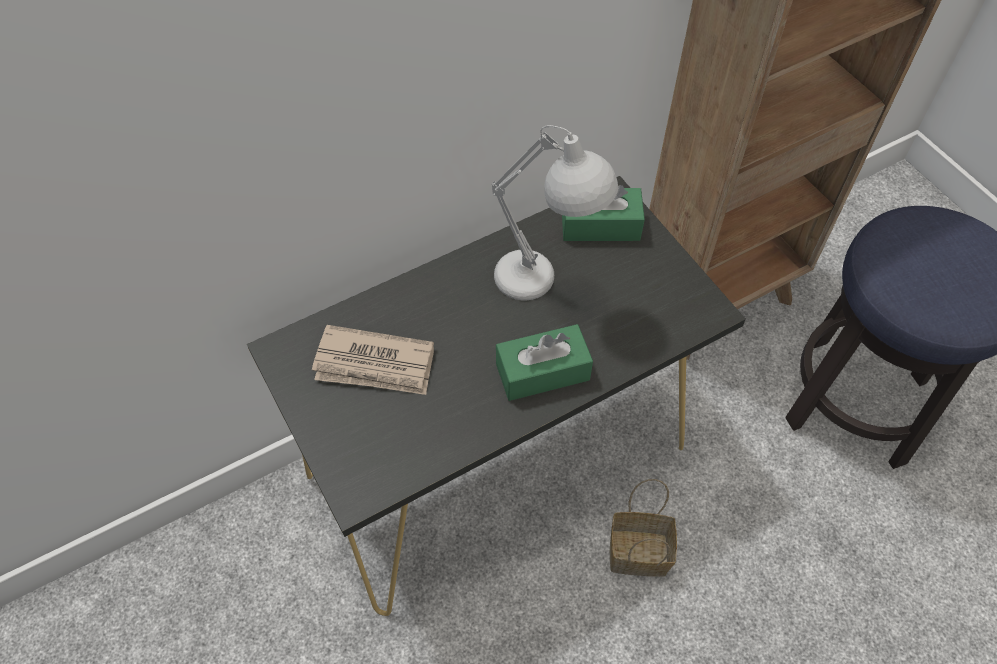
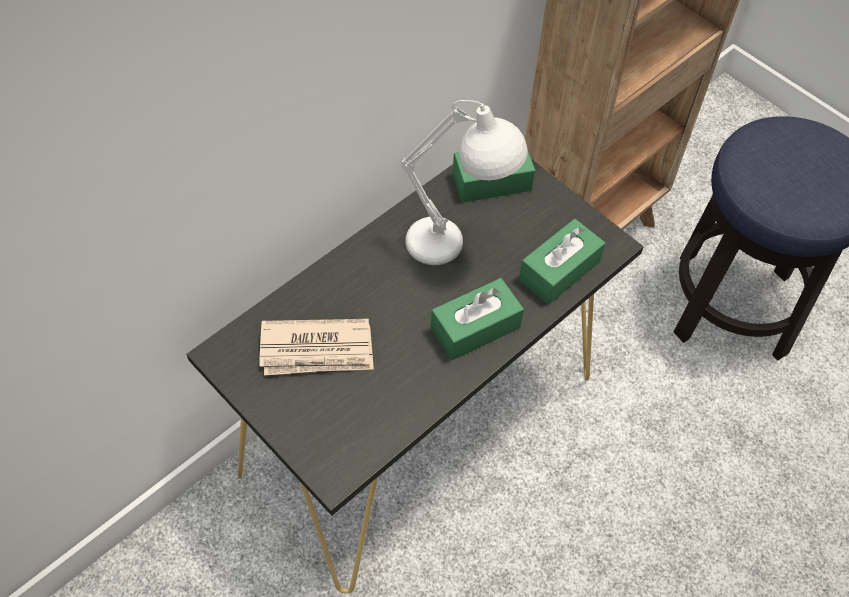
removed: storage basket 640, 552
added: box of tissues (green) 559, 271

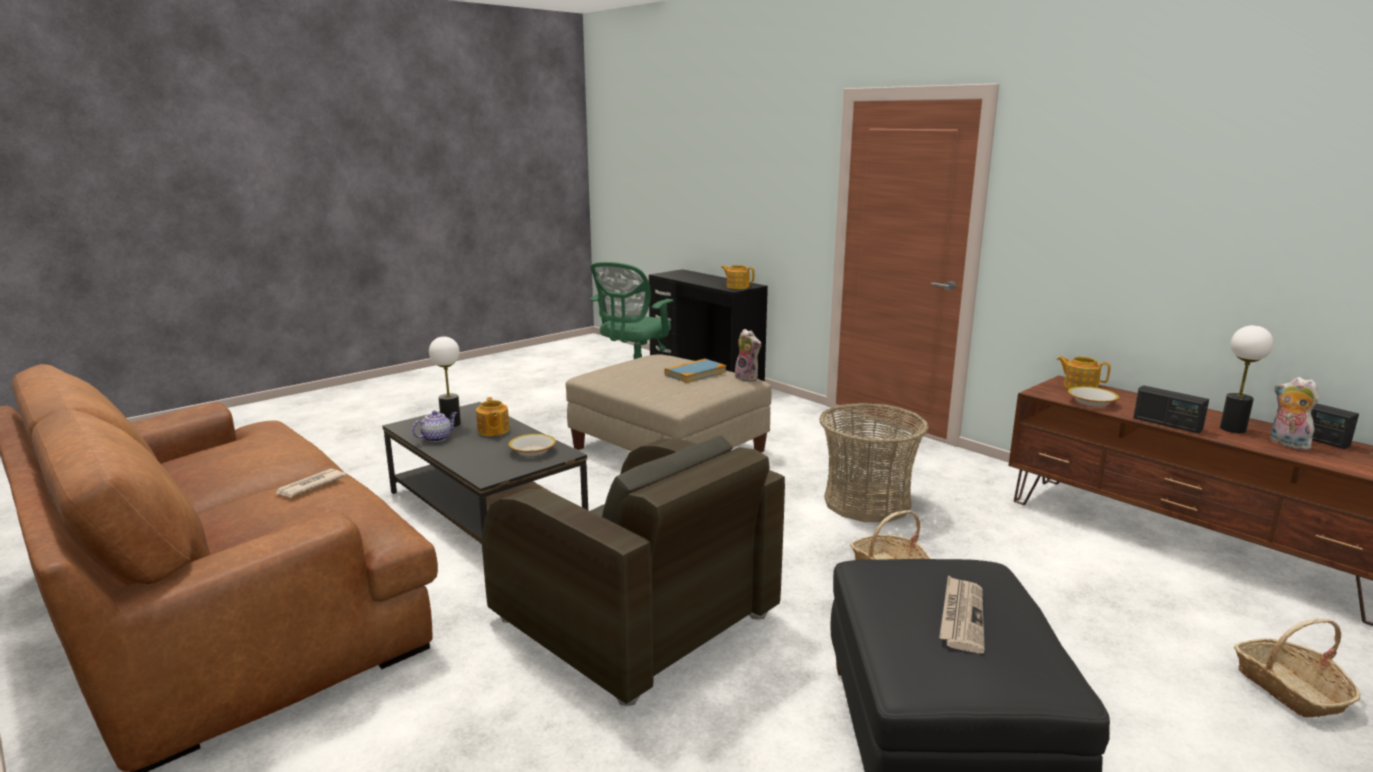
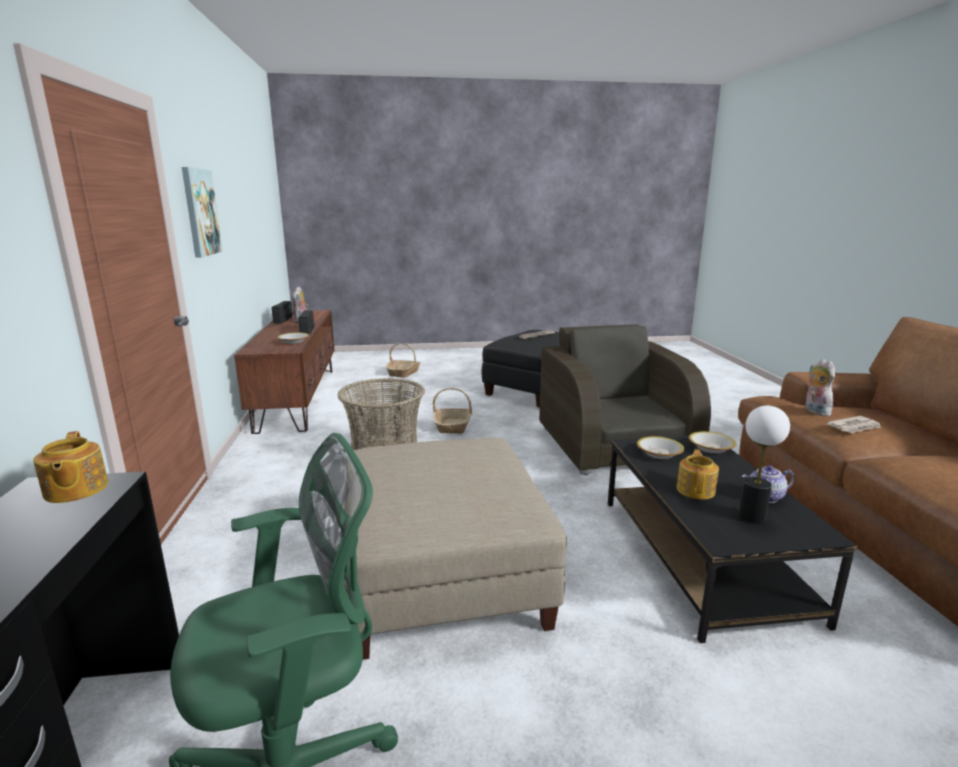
removed: tabletop lamp 1233, 429; teapot 1079, 386; book 695, 373
added: wall art 200, 212; bowl 711, 448
moved: soft toy 748, 378 to 814, 411

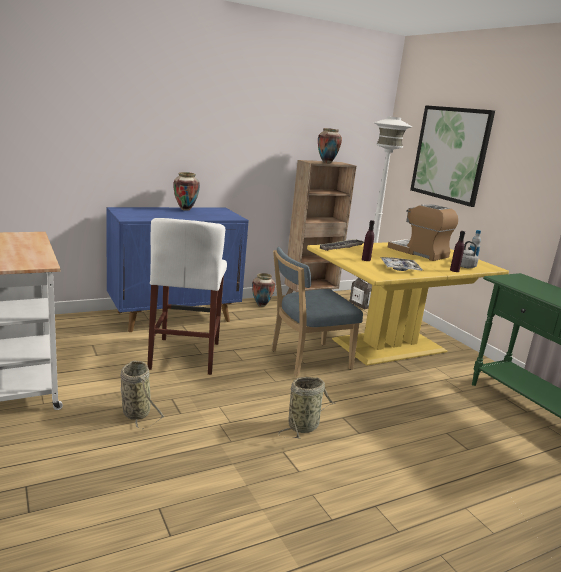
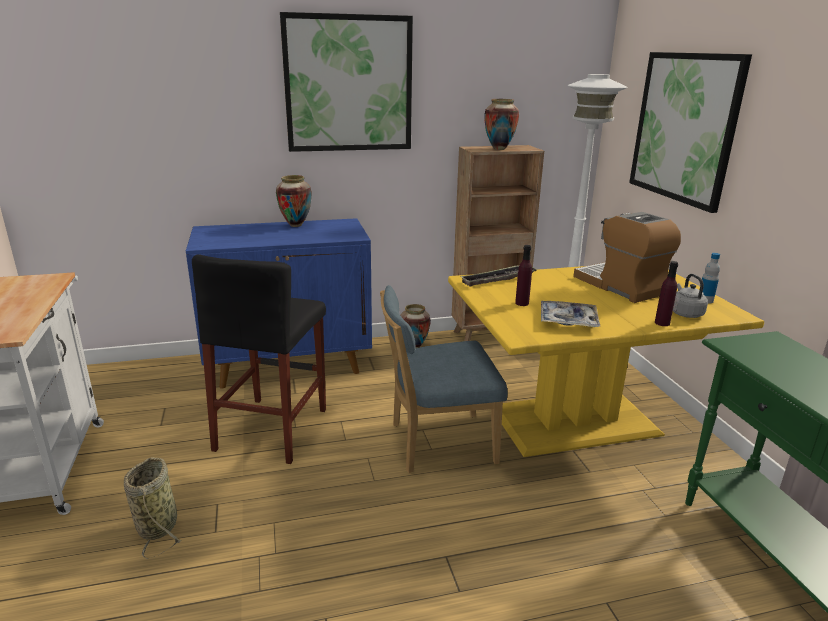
removed: storage basket 304, 426
added: wall art 348, 84
recoloured: stool (whitish) 185, 355 to stool (black) 272, 429

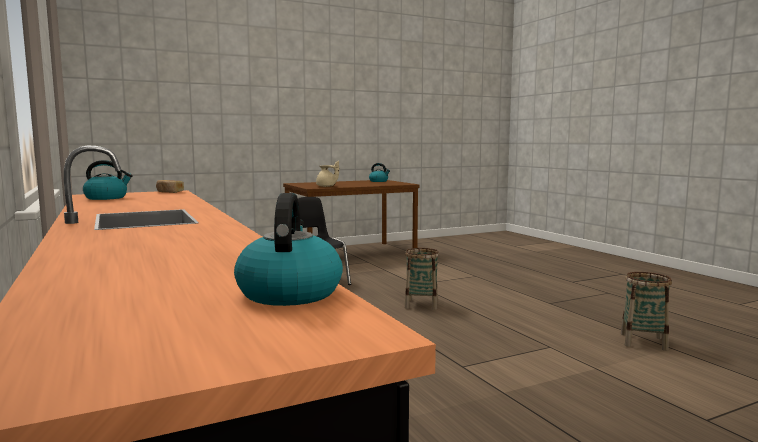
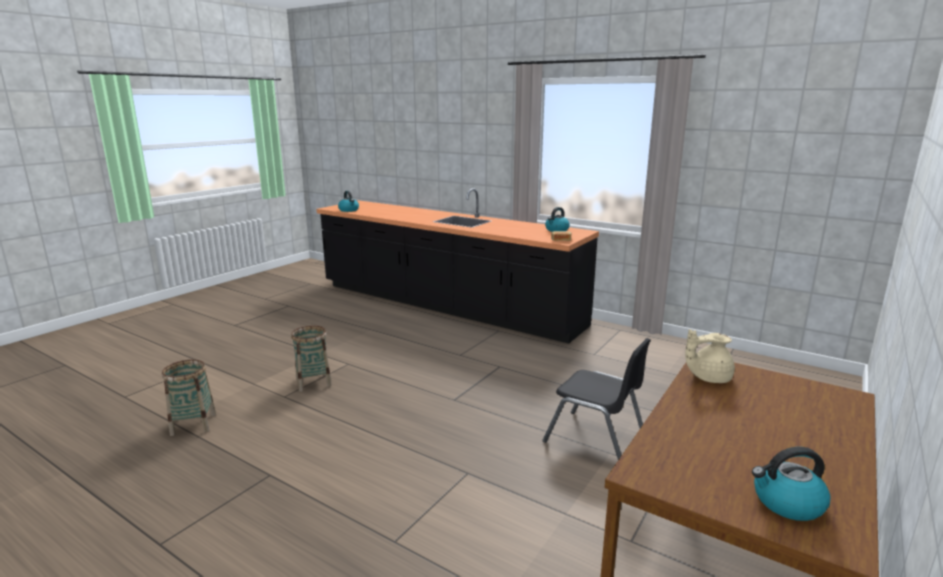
moved: storage basket 421, 304 to 313, 382

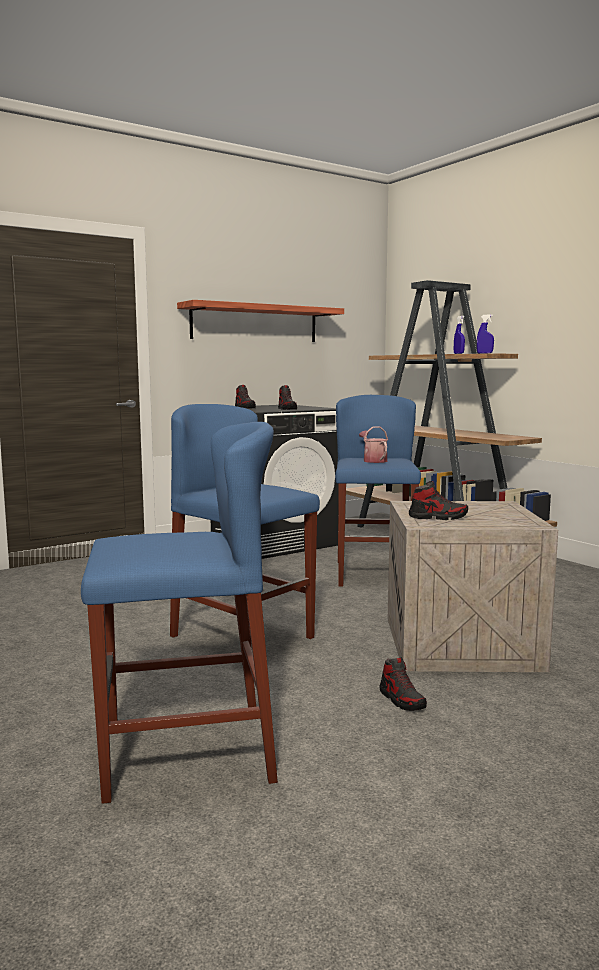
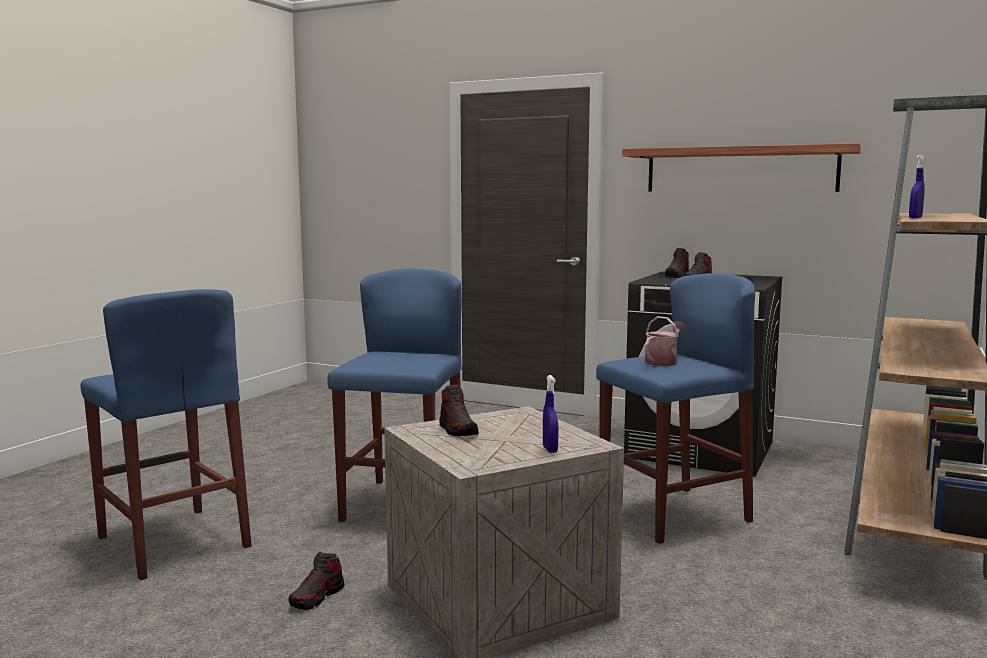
moved: spray bottle (blue-coloured) 484, 353 to 550, 449

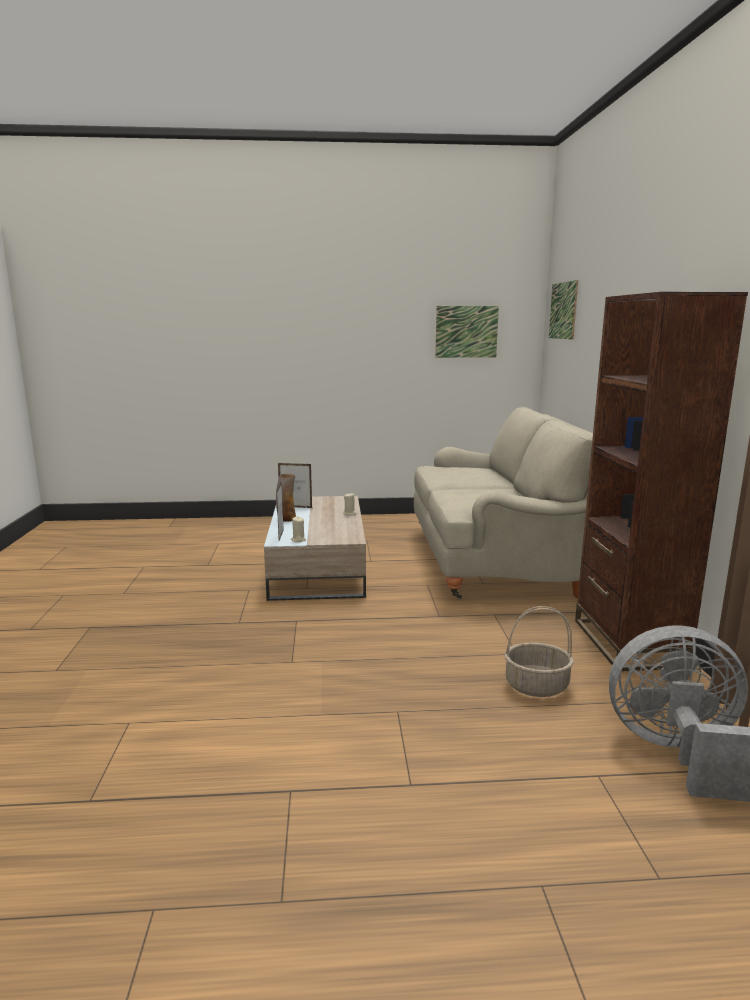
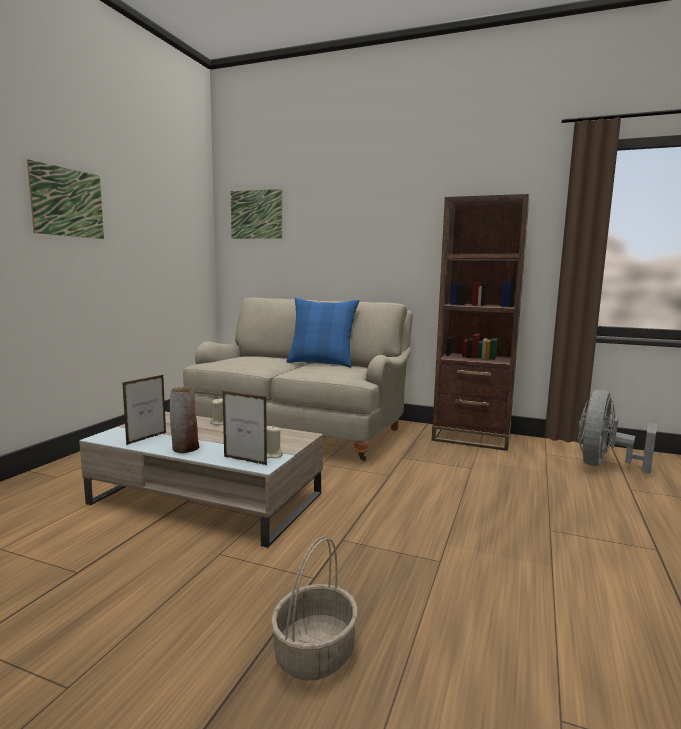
added: pillow (blue-coloured) 321, 363
moved: wall art 466, 332 to 68, 202; storage basket 537, 685 to 314, 653

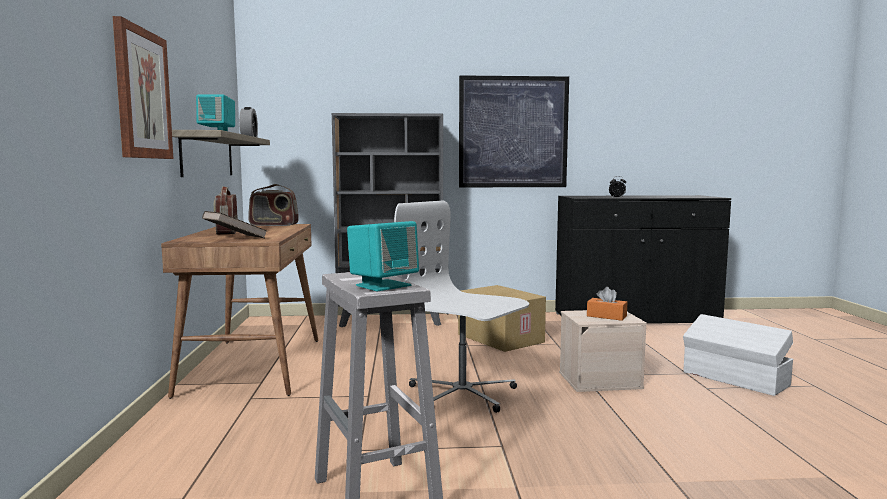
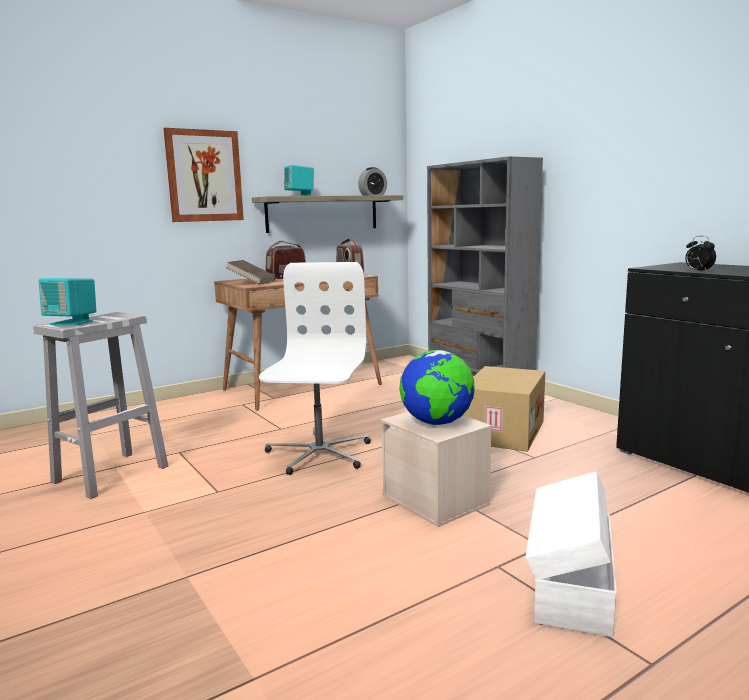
removed: wall art 513, 132
replaced: box of tissues (orange) 606, 316 to globe 437, 423

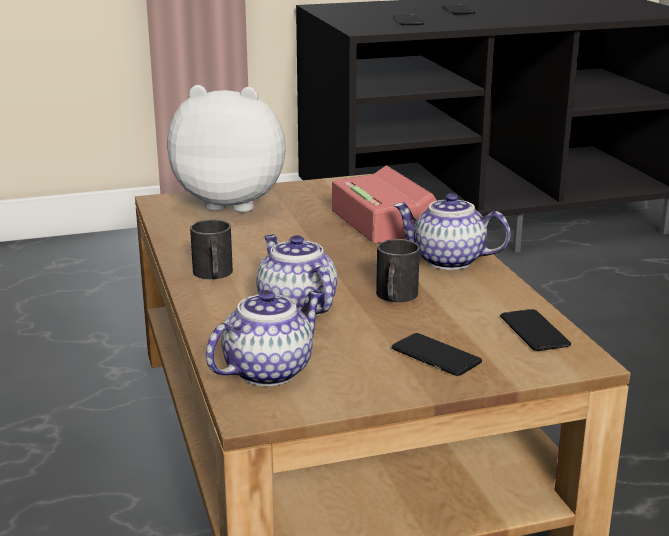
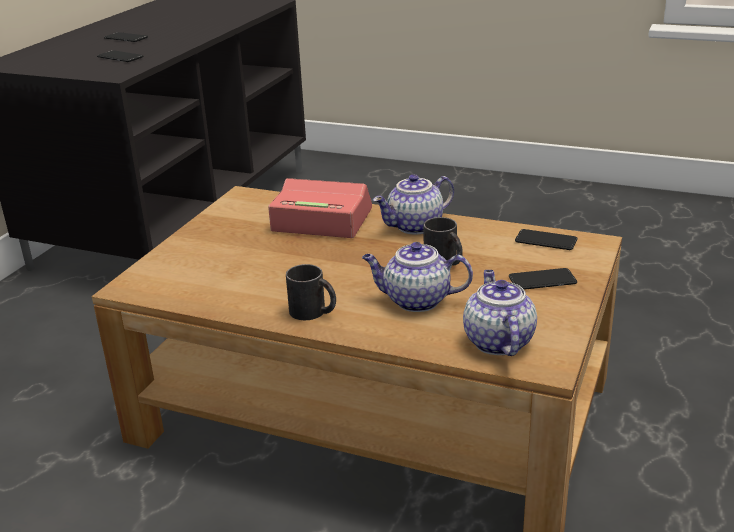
removed: soft toy 233, 202

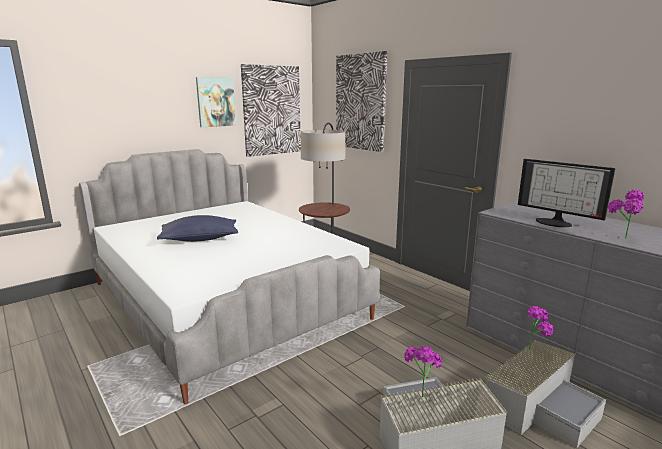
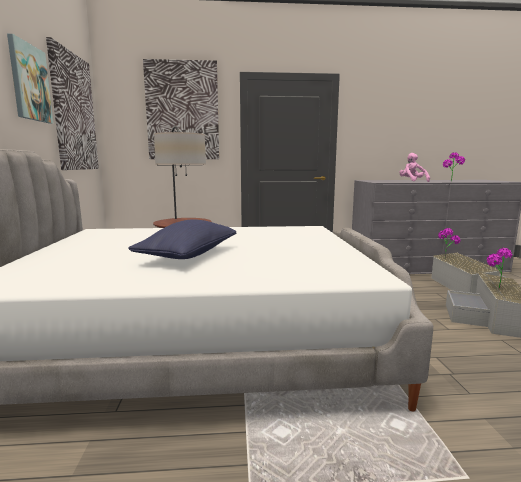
replaced: monitor 555, 222 to soft toy (pink) 412, 181

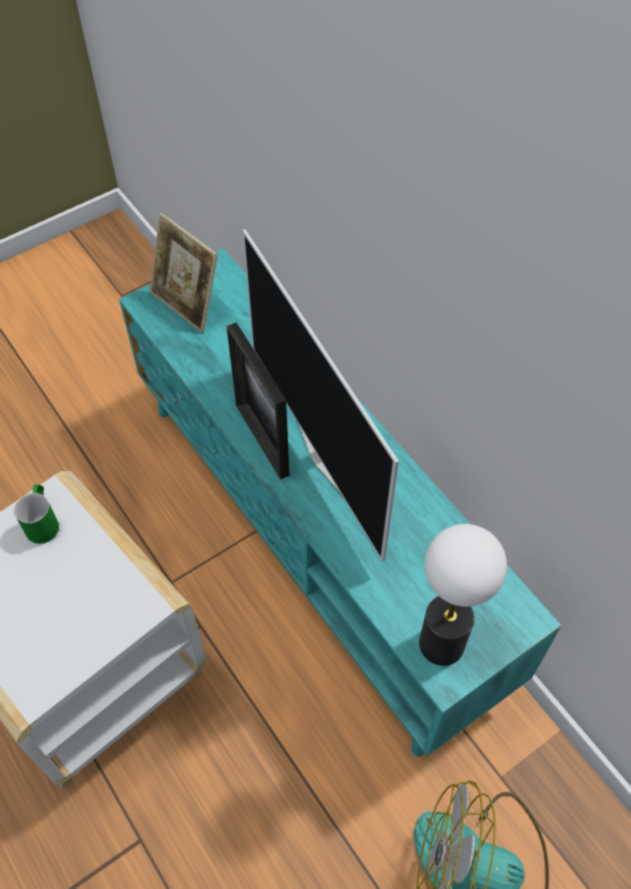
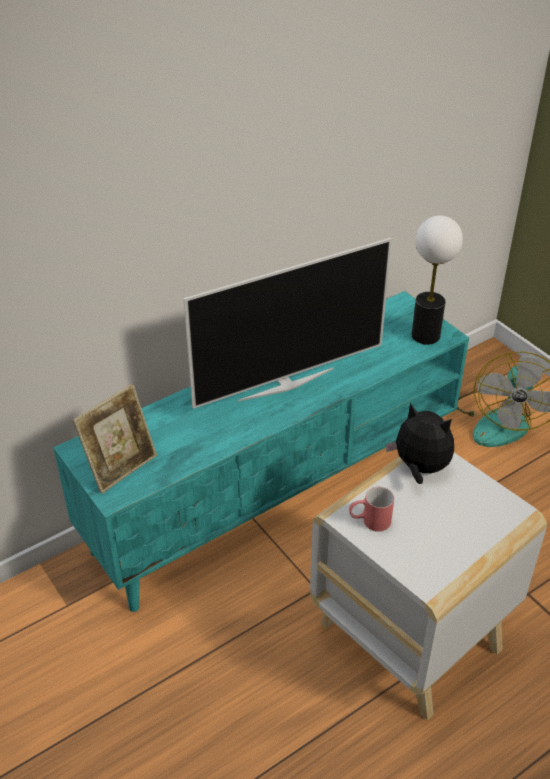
removed: photo frame 262, 439
added: soft toy 419, 468
recoloured: tea mug (green) 42, 521 to tea mug (reddish) 369, 521

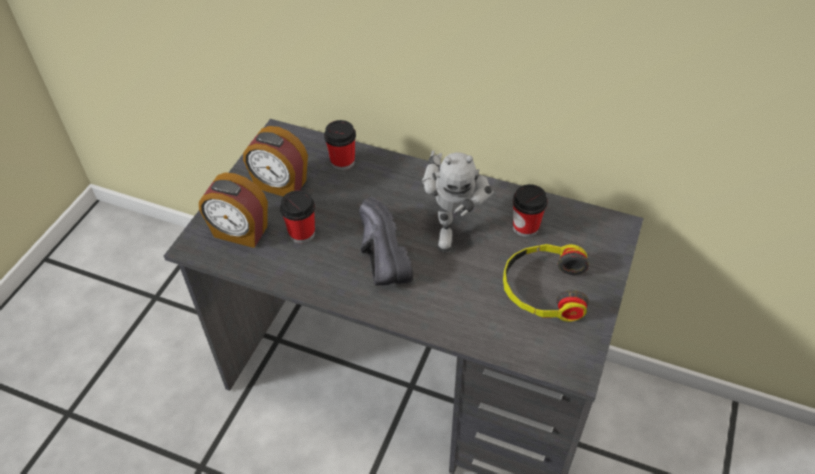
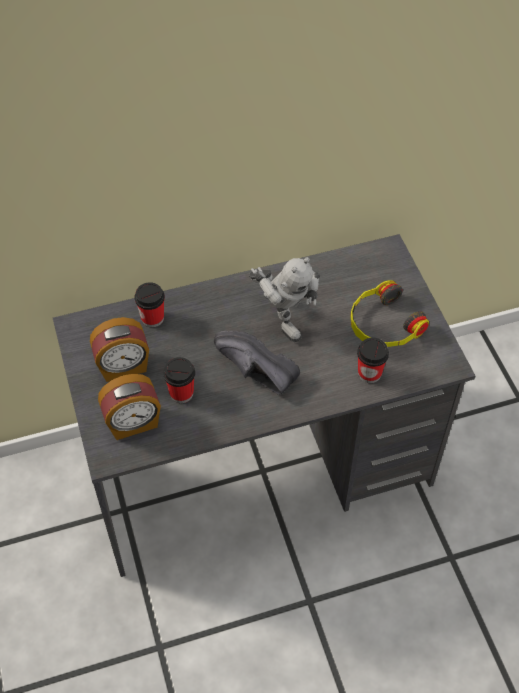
moved: drinking cup 525, 227 to 369, 373

